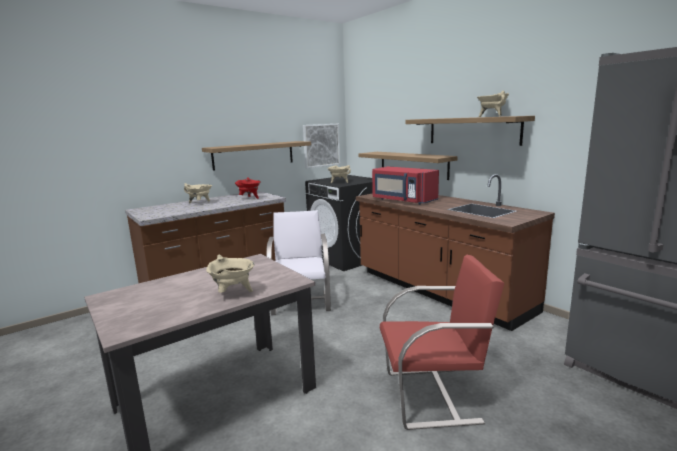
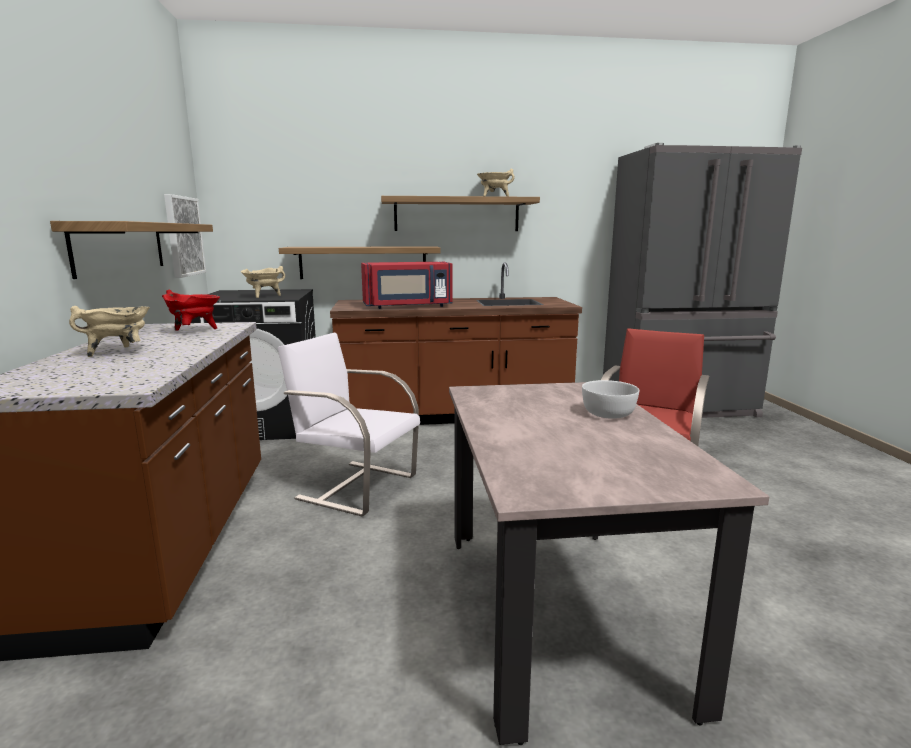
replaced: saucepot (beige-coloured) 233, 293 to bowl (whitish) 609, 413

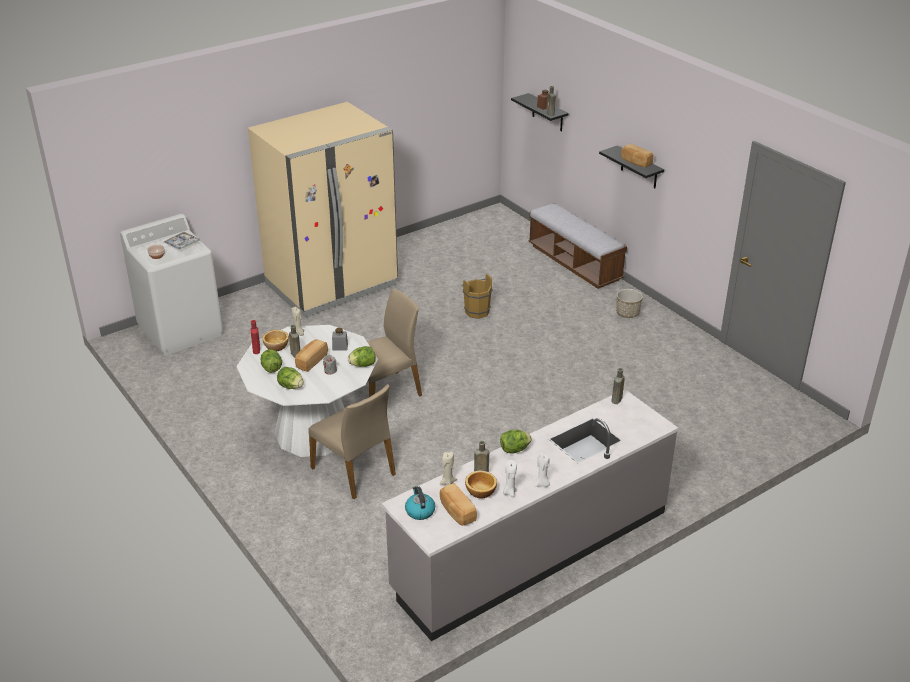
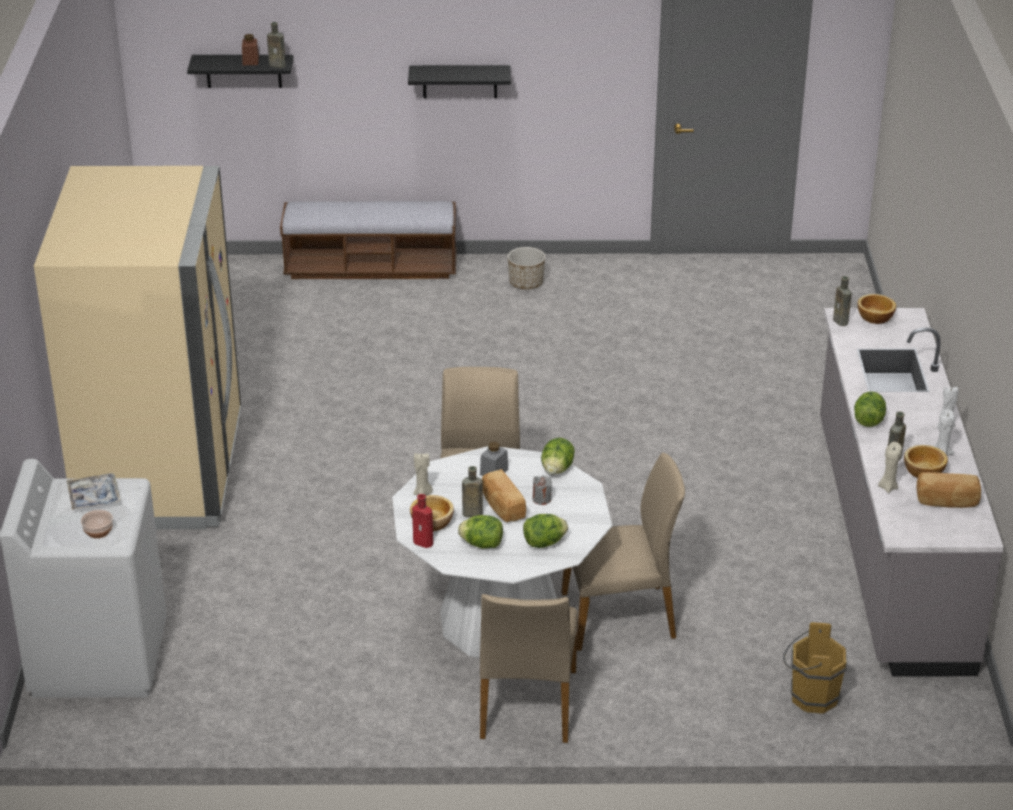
removed: baked bread 635, 162; kettle 419, 511
added: bowl 874, 317; plain chair (beige-coloured) 526, 704
moved: water bucket (brown-coloured) 476, 311 to 810, 697

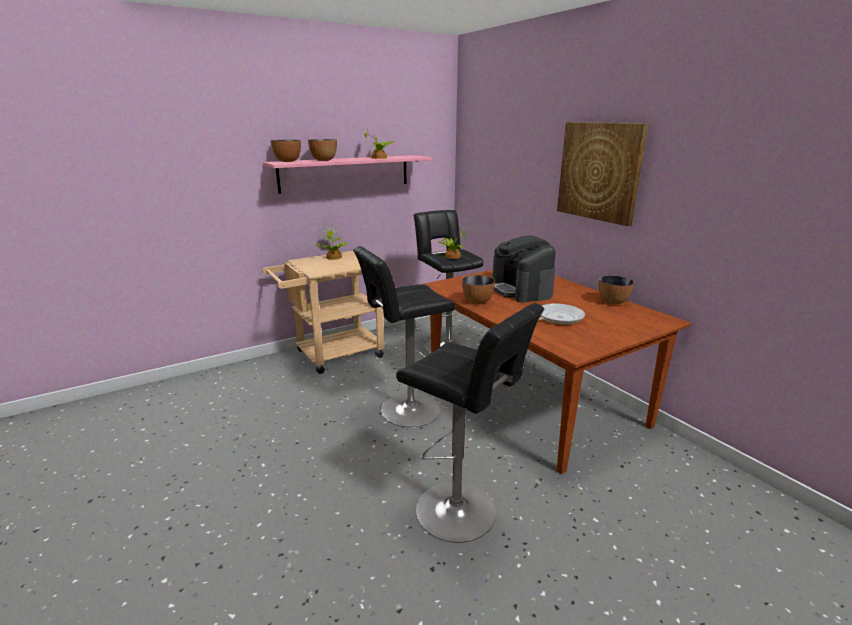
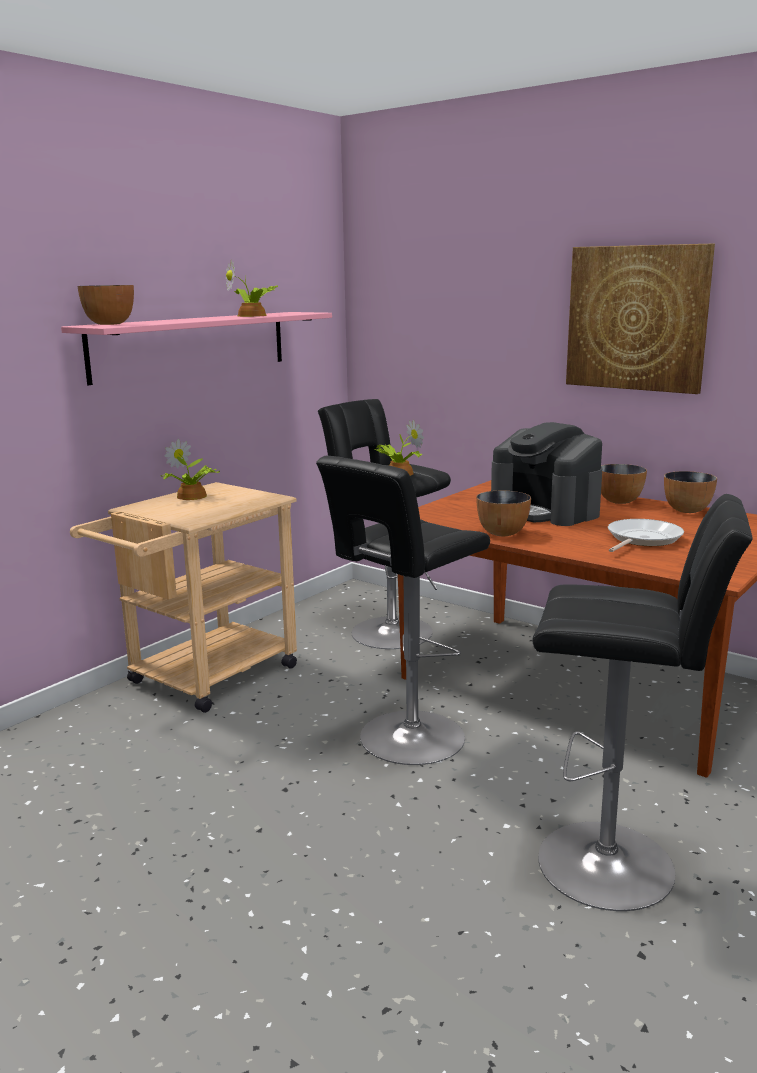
moved: bowl 323, 160 to 619, 501

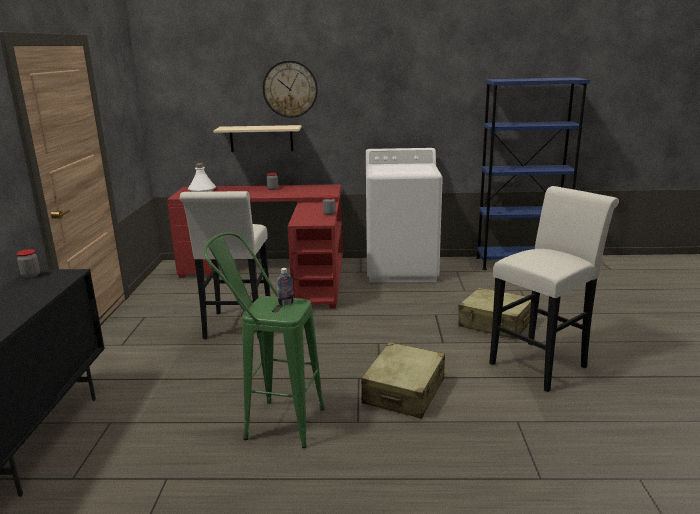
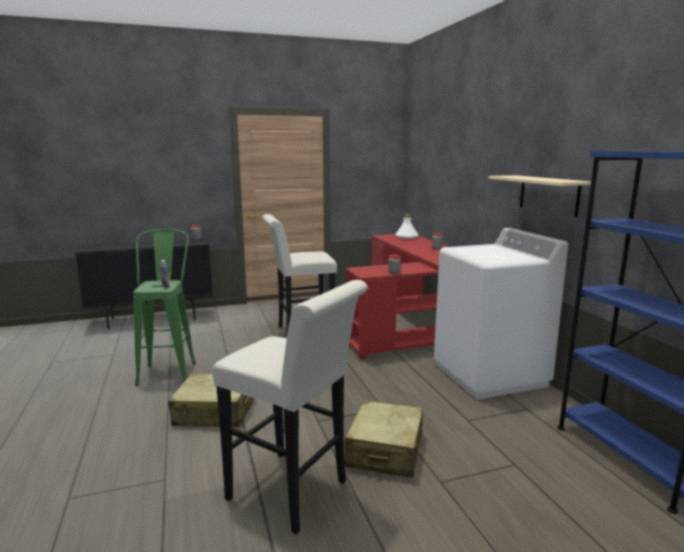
removed: clock on the wall 290, 89
moved: shelf (beige-coloured) 261, 138 to 548, 195

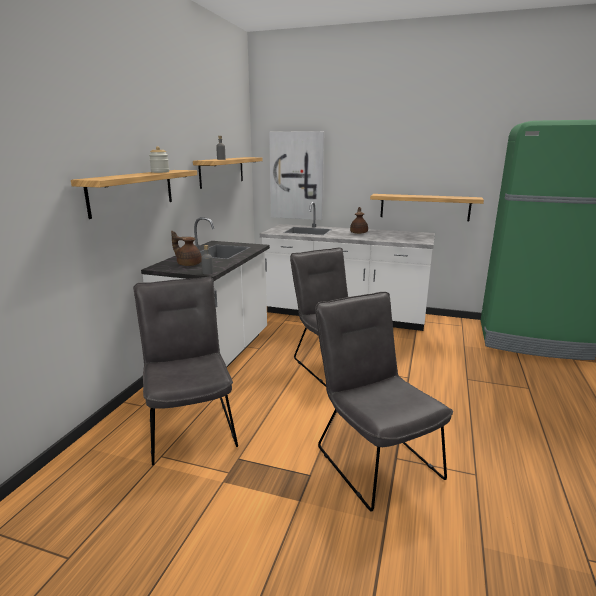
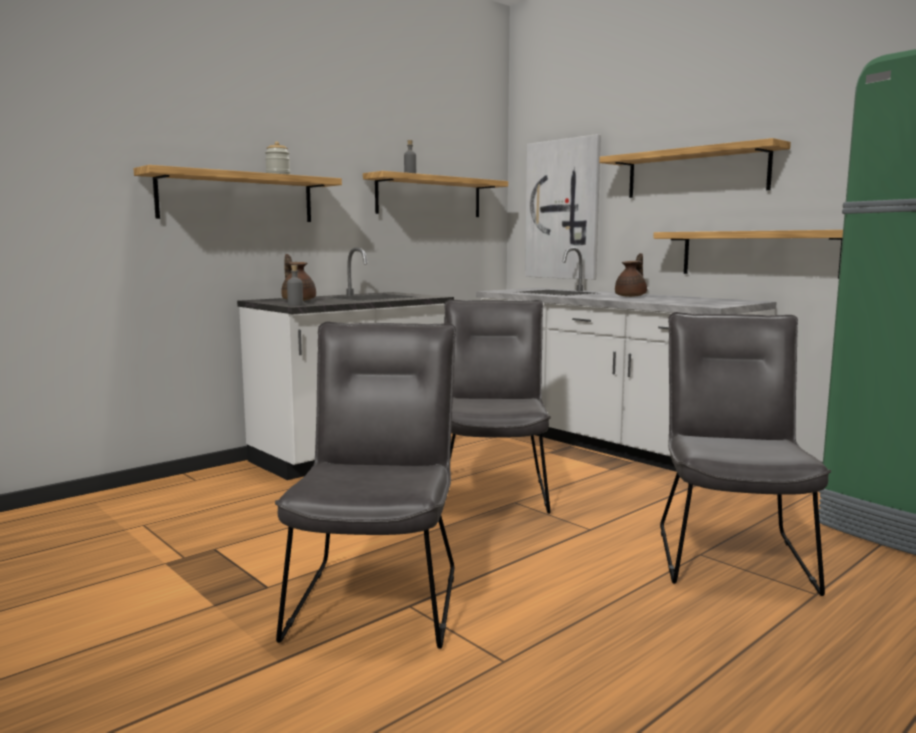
added: shelf 695, 172
moved: plain chair (grey) 190, 424 to 730, 552

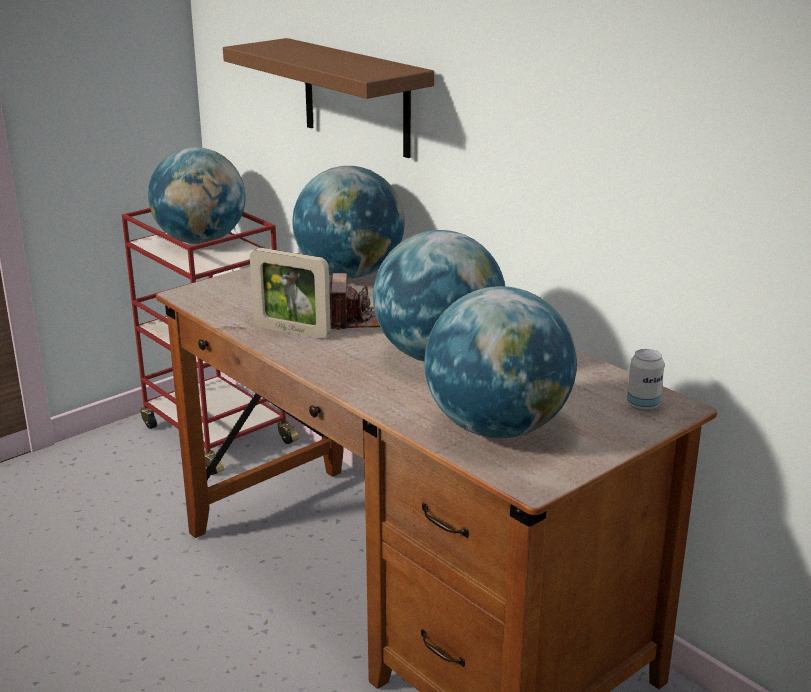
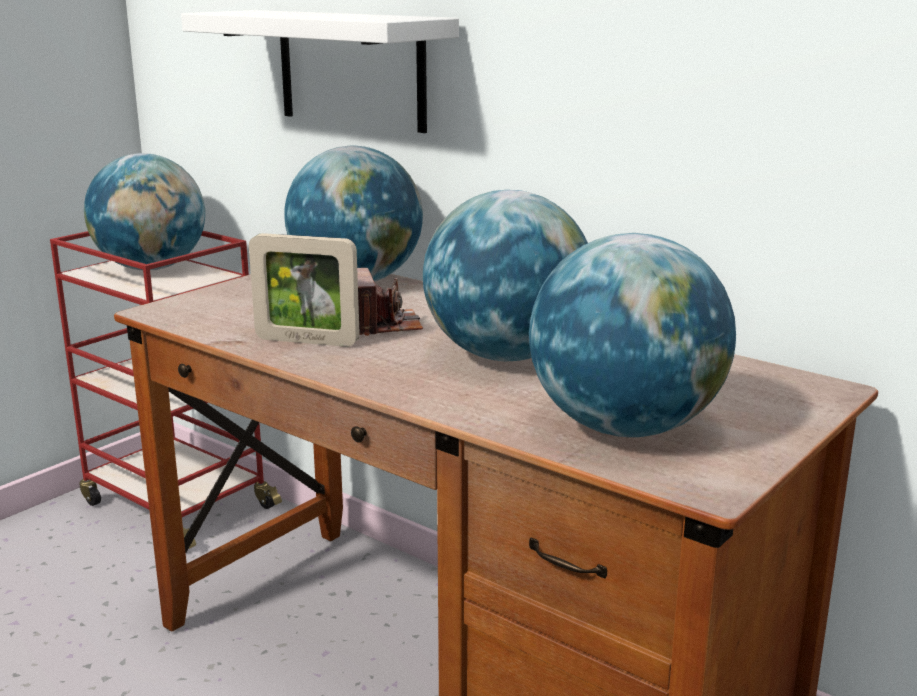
removed: can 643, 405
recoloured: shelf (brown-coloured) 356, 97 to shelf (whitish) 351, 69

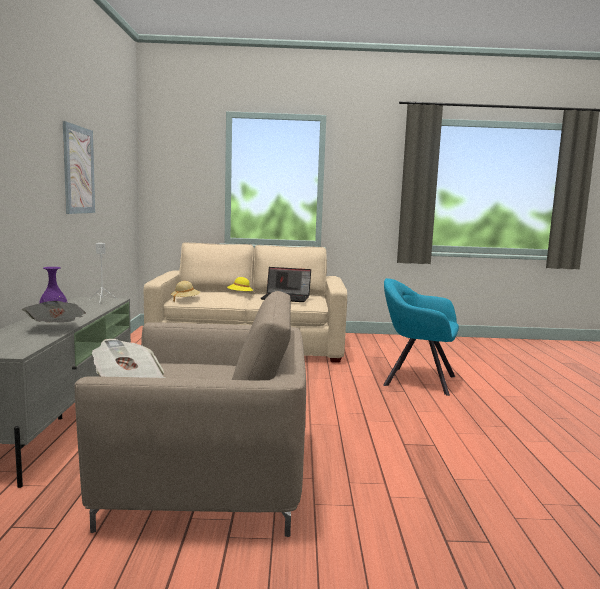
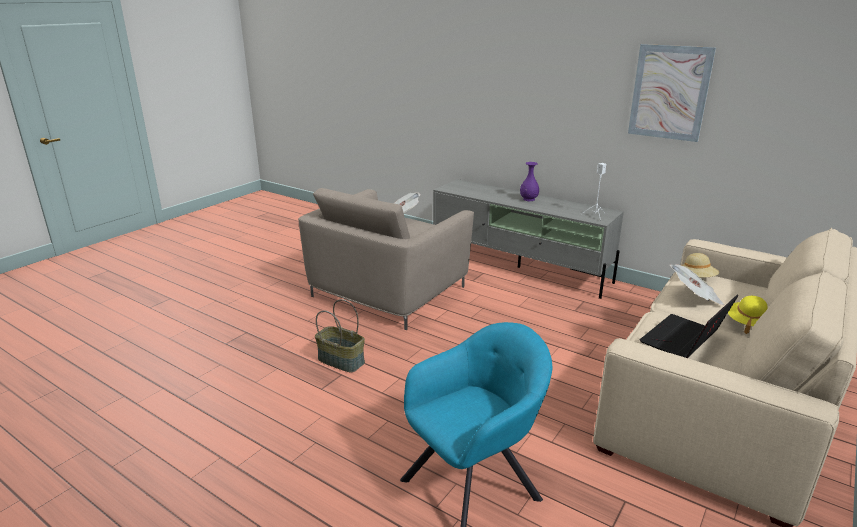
added: storage basket 342, 360
moved: printed paper 56, 328 to 694, 297

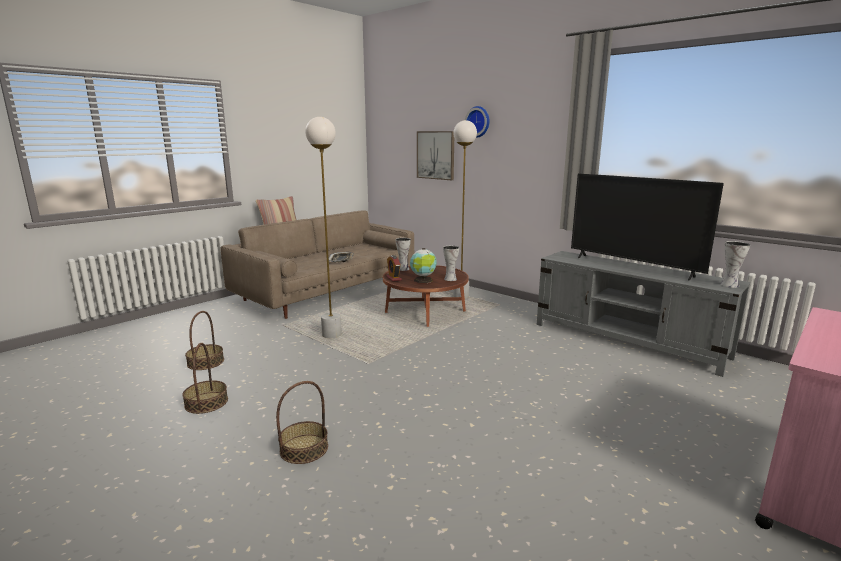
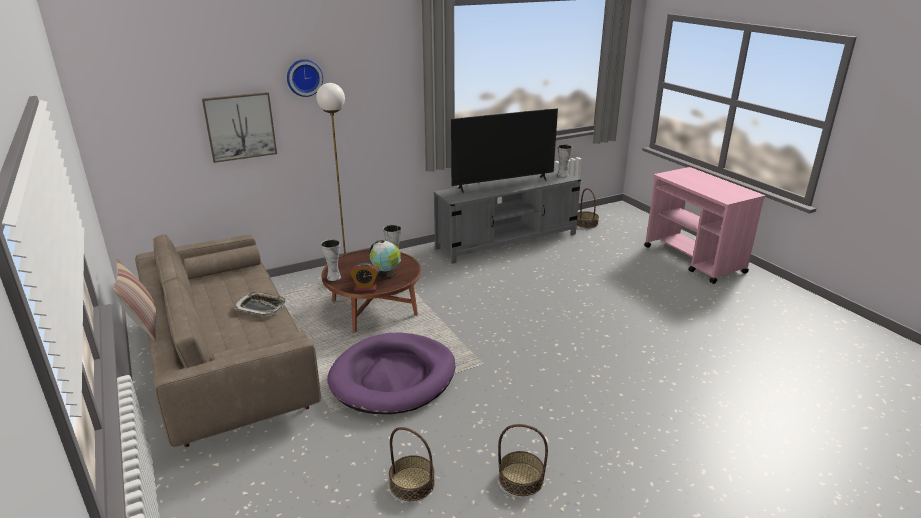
moved: storage basket 304, 448 to 586, 223
replaced: floor lamp (whitish) 332, 335 to dog bed (purple) 393, 377

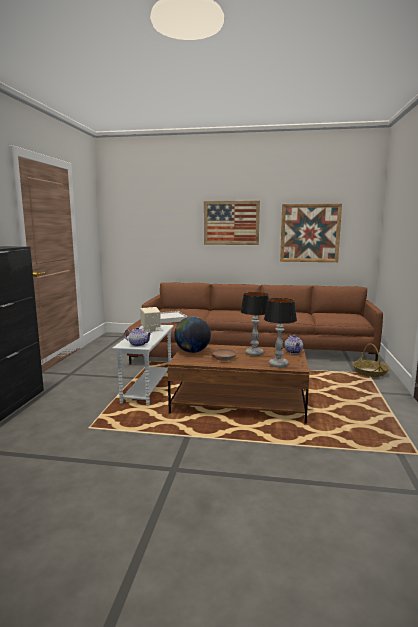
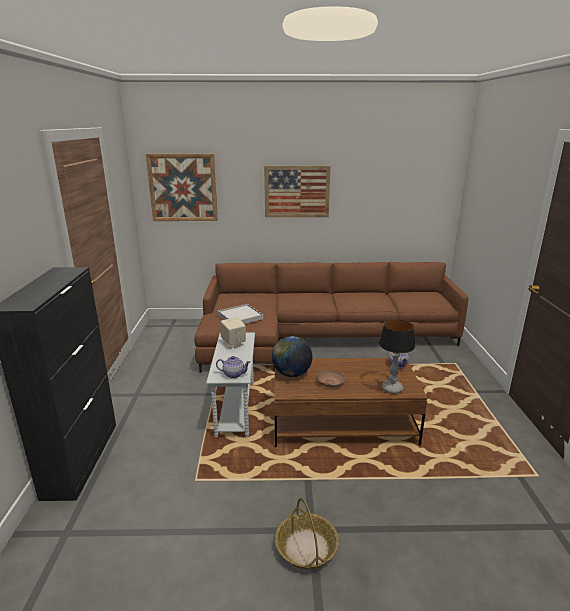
removed: tabletop lamp 254, 353
moved: wall art 310, 233 to 183, 188; storage basket 369, 372 to 306, 547

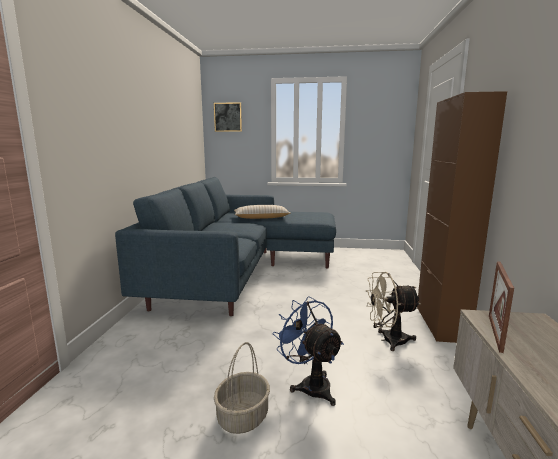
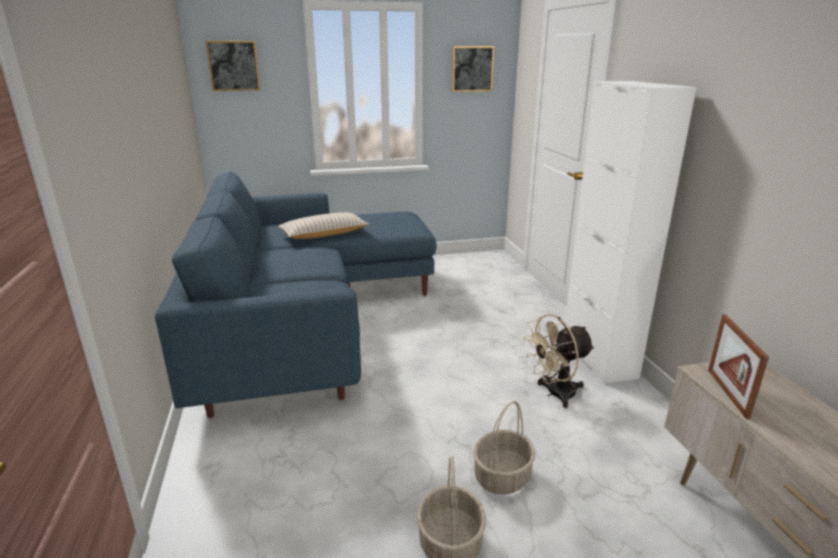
added: wall art 472, 69
replaced: cooling fan (blue-coloured) 310, 384 to storage basket 502, 477
recoloured: cupboard (brown-coloured) 441, 324 to cupboard (whitish) 598, 358

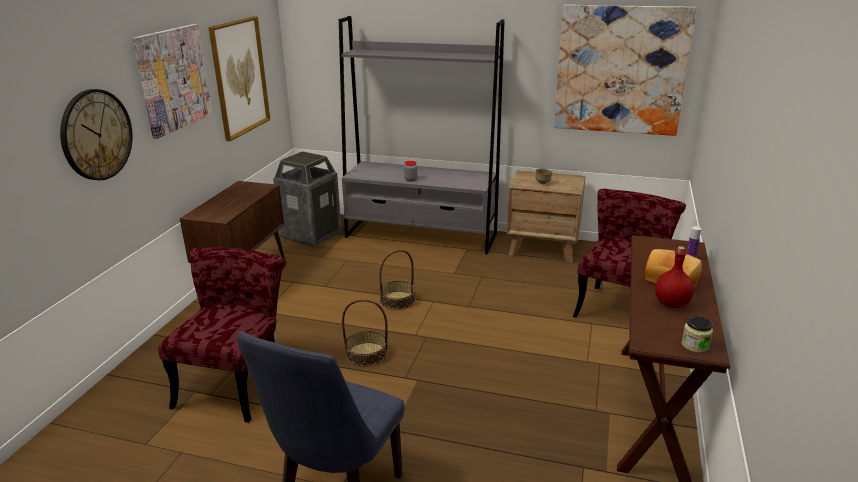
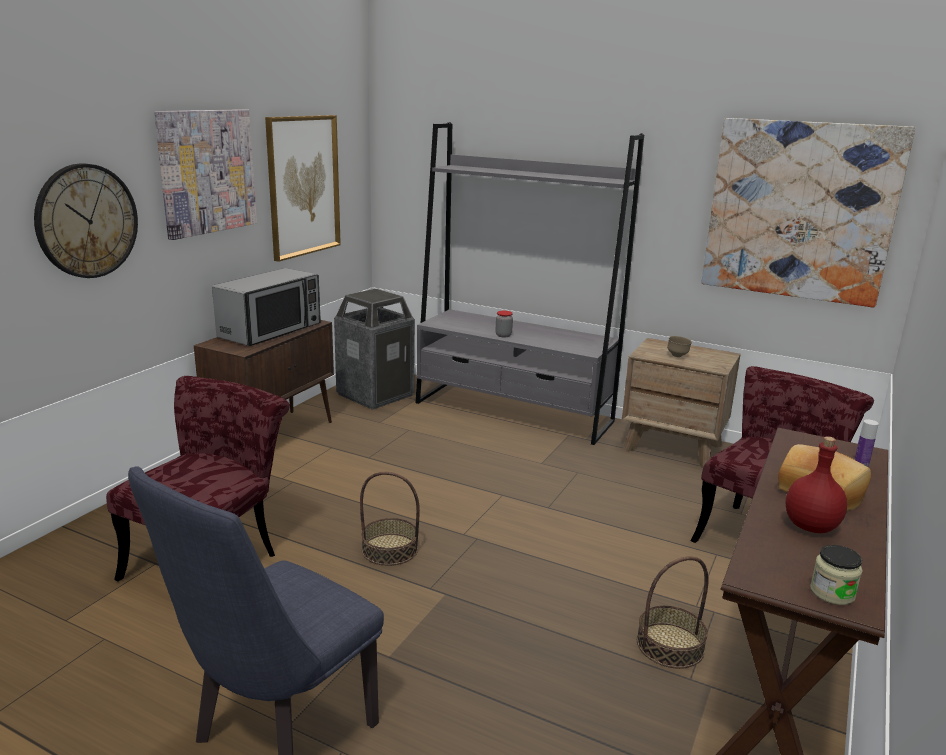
added: kitchen microwave 271, 331
moved: storage basket 397, 300 to 670, 645

